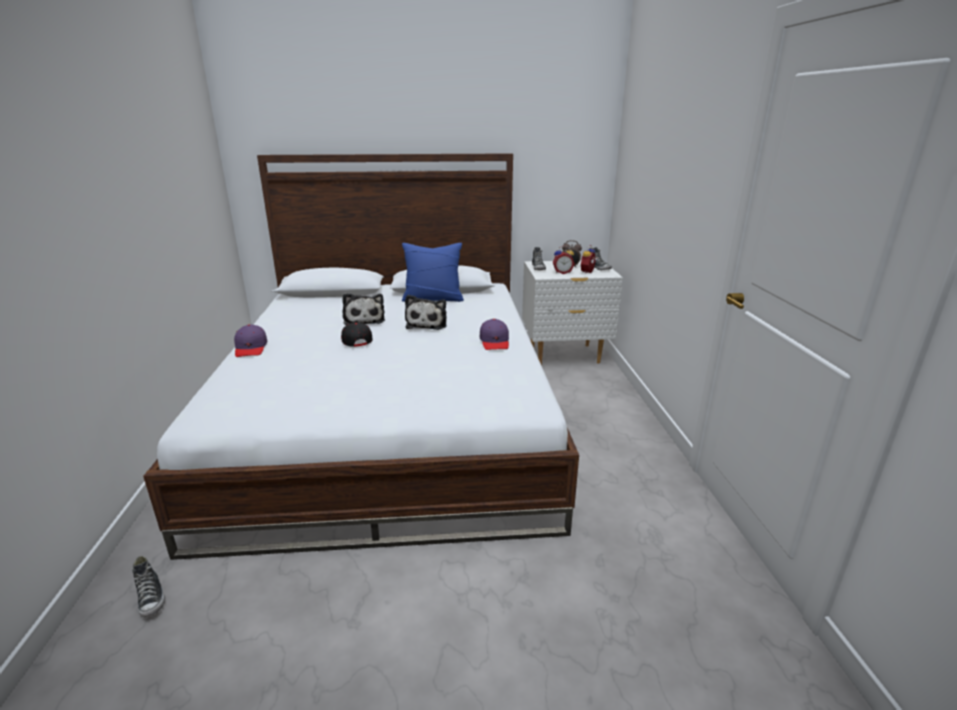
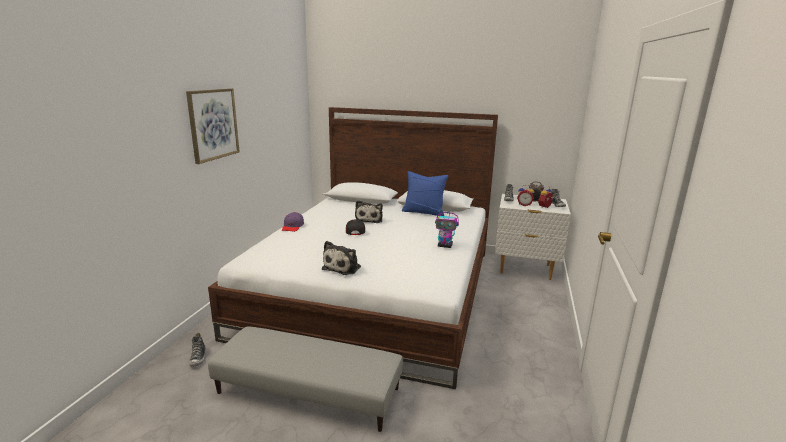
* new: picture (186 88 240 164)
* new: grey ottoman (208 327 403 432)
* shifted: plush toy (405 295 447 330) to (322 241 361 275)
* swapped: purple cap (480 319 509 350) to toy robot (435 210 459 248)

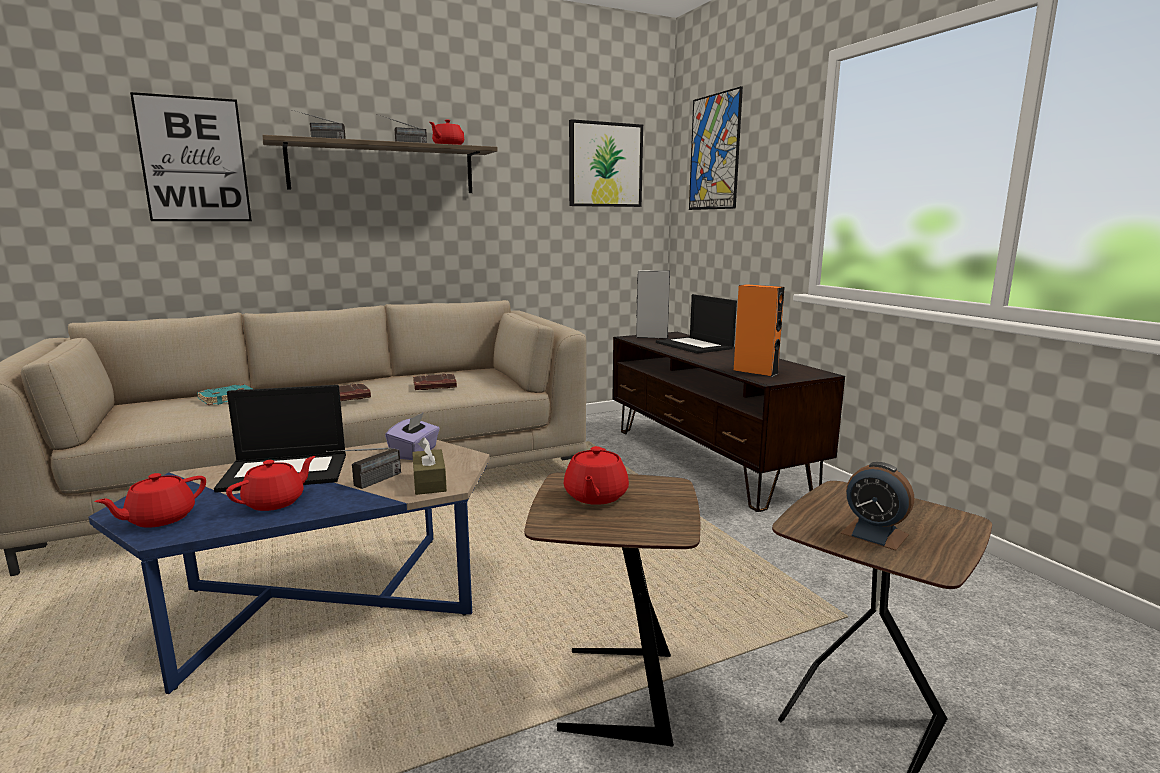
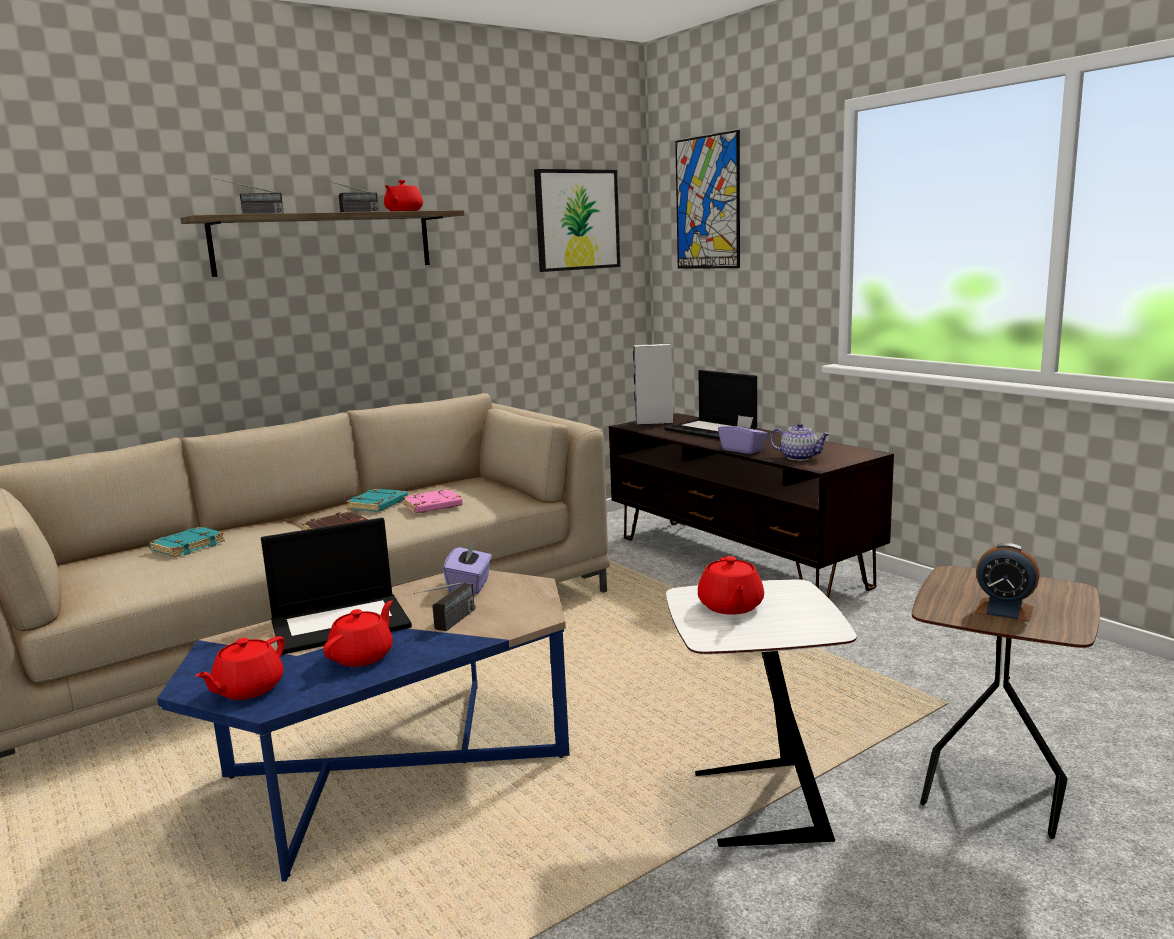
* gone: picture (130 92 252 221)
* gone: brown tissue box (412 437 447 495)
* new: turquoise book (346 488 408 512)
* new: purple tissue box (718 415 768 454)
* swapped: orange speaker (733 284 784 377) to teapot (770 423 830 461)
* repainted: brown book (413 373 457 390) to pink book (403 489 463 513)
* repainted: brown side table (524 473 700 747) to white side table (666 580 856 847)

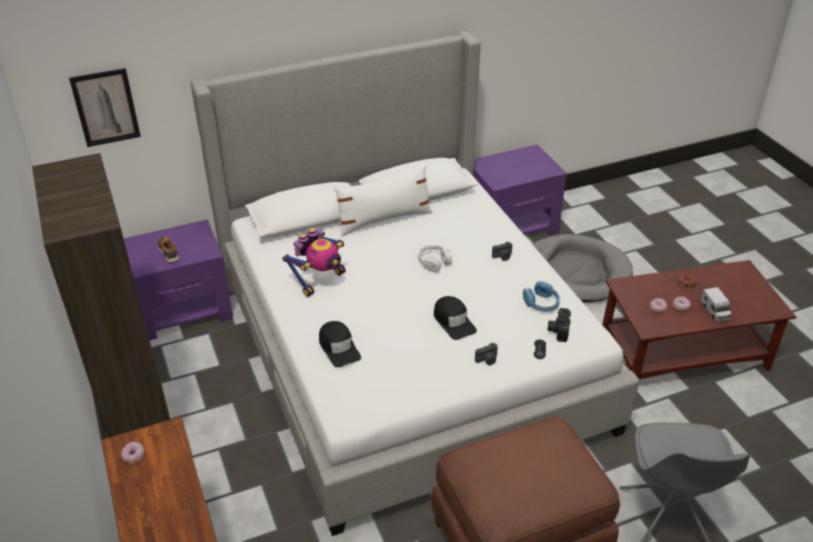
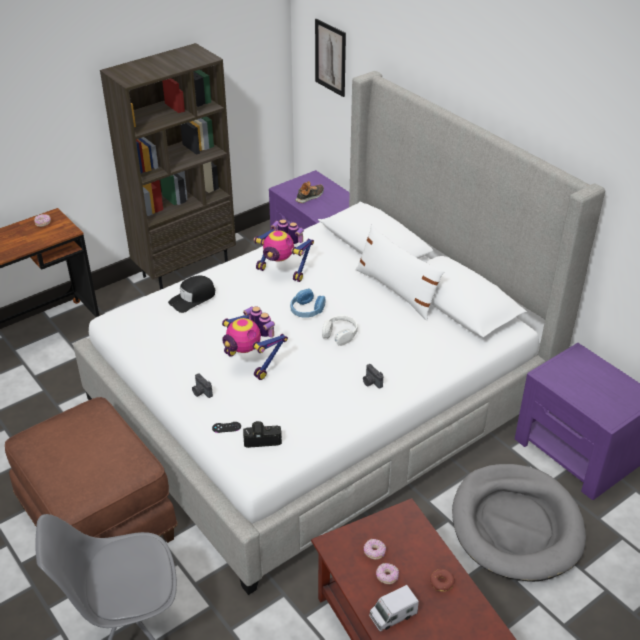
* shifted: blue headphones (523 281 560 312) to (290 289 326 318)
* swapped: black cap (434 296 477 340) to toy robot (222 306 288 380)

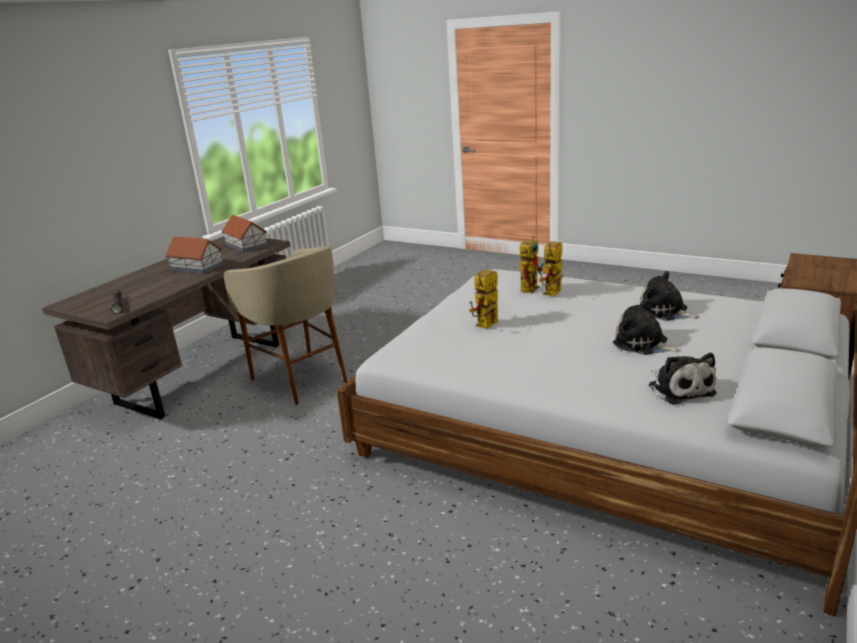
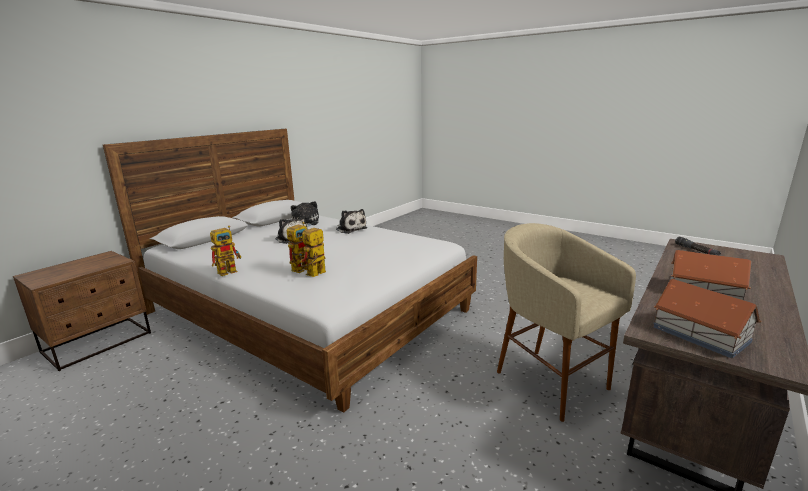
* shifted: toy robot (469 269 498 329) to (210 226 241 276)
* shifted: plush toy (639 271 700 321) to (336 209 367 234)

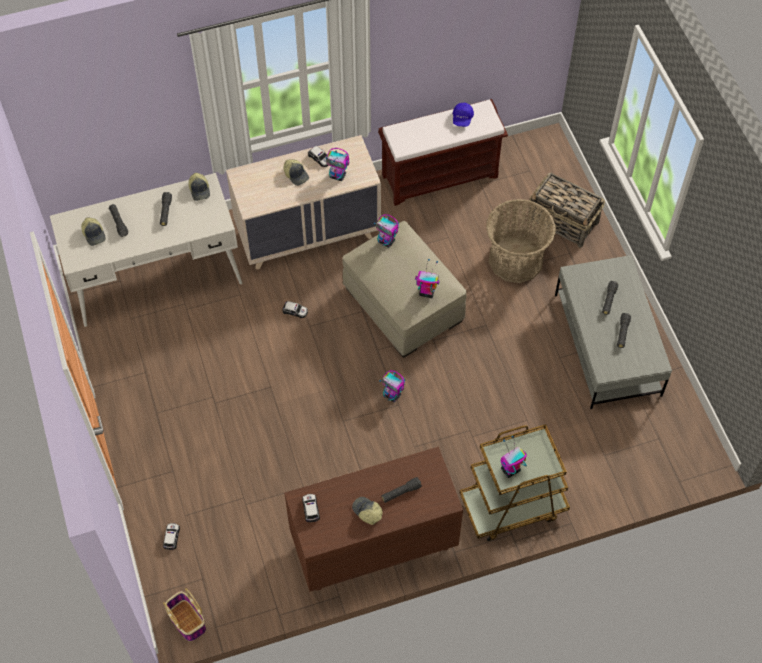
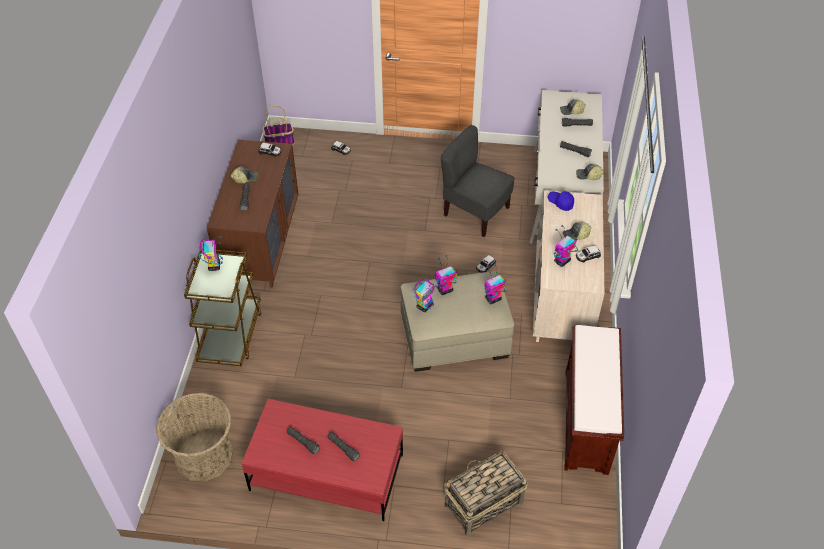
* new: grey chair (441 125 515 237)
* shifted: toy robot (379 370 405 402) to (435 255 457 295)
* shifted: blue cap (453 103 474 127) to (548 191 574 211)
* shifted: basket (486 199 556 283) to (156 393 233 481)
* repainted: grey coffee table (555 255 672 409) to red coffee table (241 399 403 521)

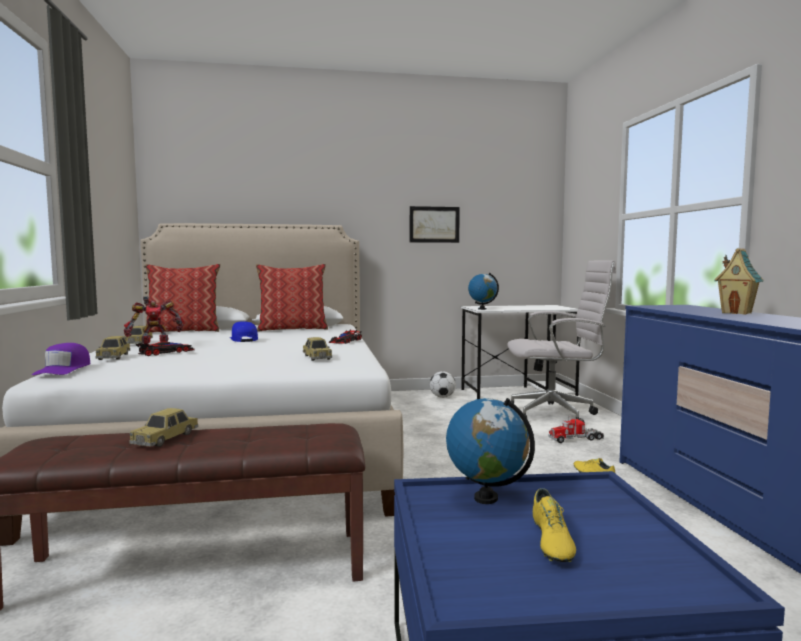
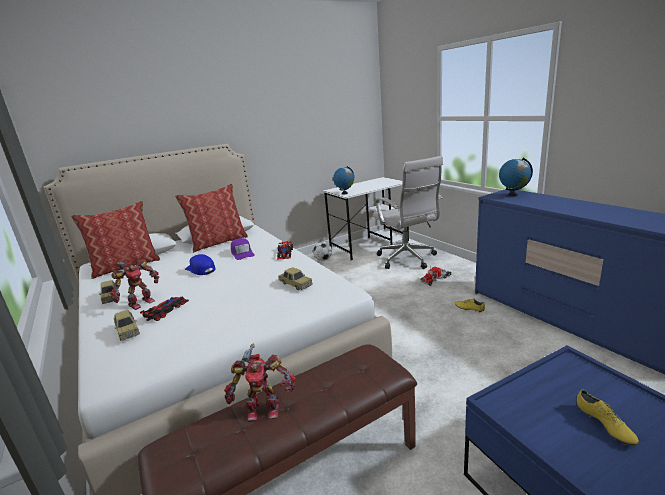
* gone: picture (410 206 460 243)
* gone: toy house (714 248 763 315)
* shifted: purple cap (32 343 90 375) to (231 238 255 260)
* shifted: globe (446 398 535 504) to (499 158 533 196)
* swapped: toy car (129 408 198 447) to toy robot (224 343 296 422)
* rotated: white office chair (507 261 616 423) = (373 156 443 269) 90 degrees clockwise

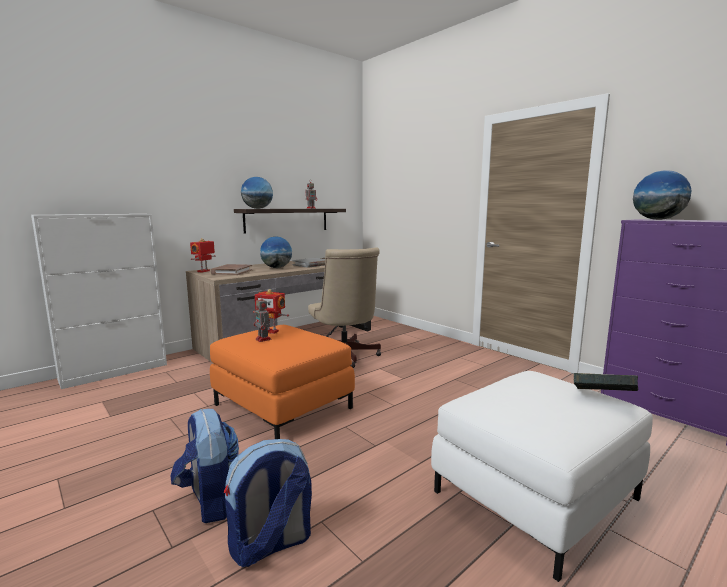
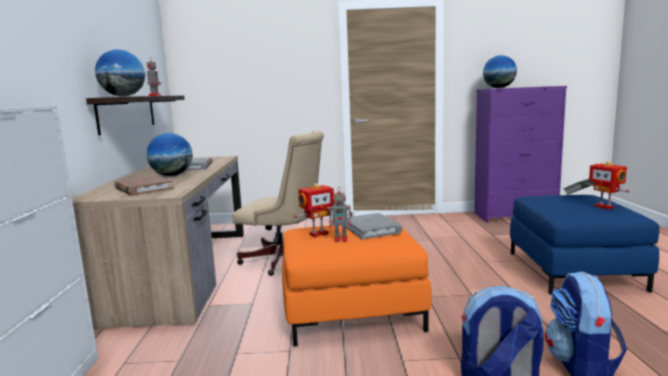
* new: grey book (346 213 402 239)
* shifted: toy robot (190 238 215 272) to (586 161 629 209)
* repainted: white ottoman (431 371 653 582) to blue ottoman (510 195 659 294)

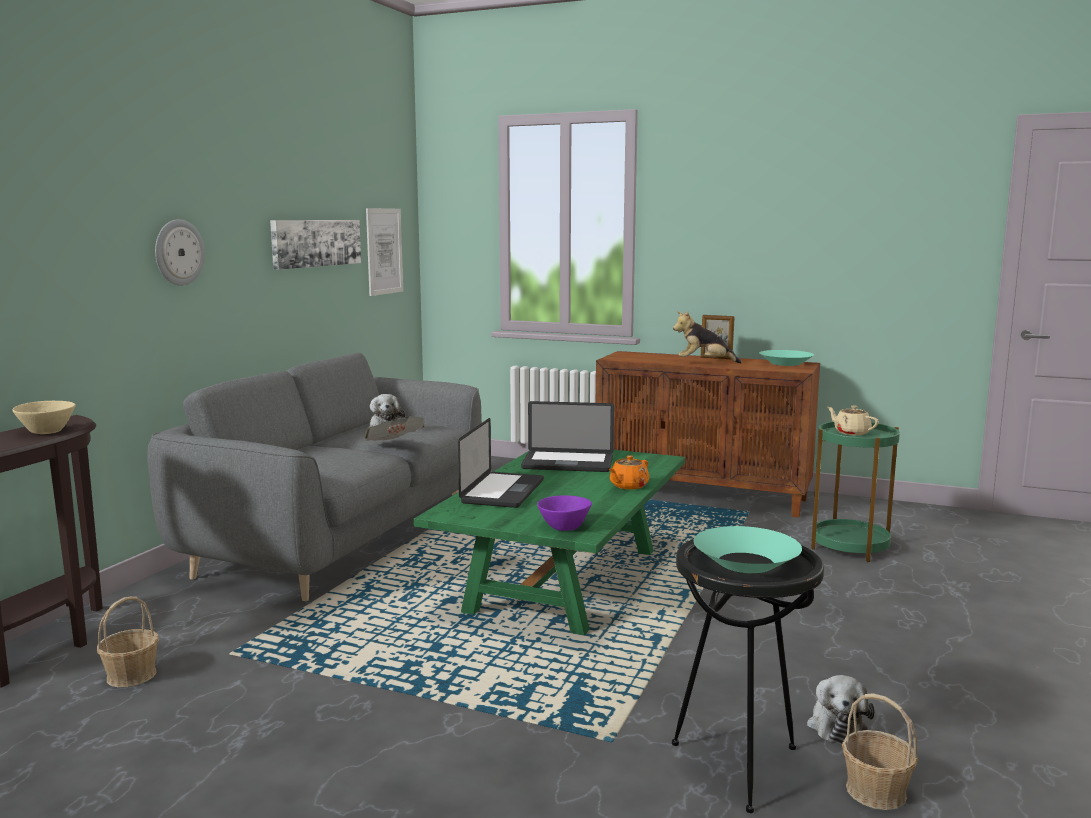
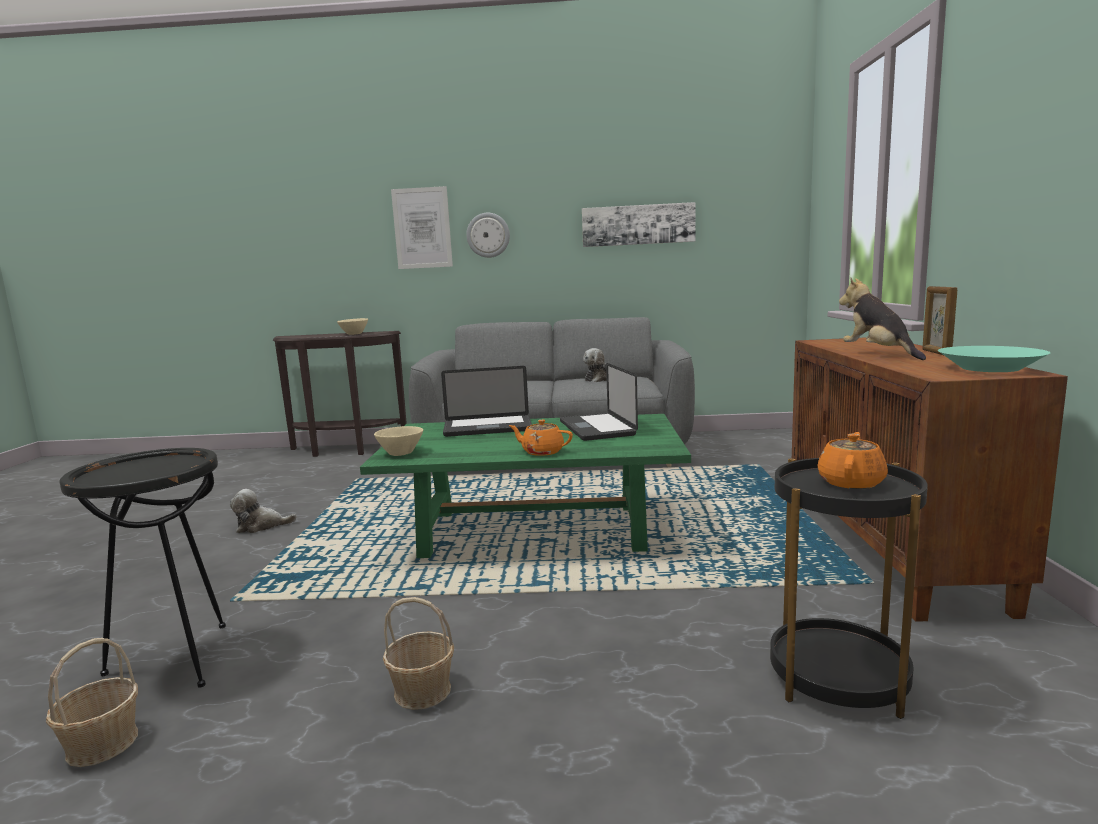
* gone: newspaper (364 416 425 441)
* gone: turquoise bowl (693 526 802 573)
* shifted: basket (97 596 159 687) to (383 597 454 710)
* shifted: picture (366 208 403 296) to (391 186 453 269)
* shifted: plush toy (807 675 875 744) to (230 489 297 533)
* repainted: purple bowl (537 495 592 531) to beige bowl (374 426 423 456)
* repainted: green side table (811 421 900 562) to black side table (770 458 928 719)
* repainted: beige teapot (827 405 879 435) to orange teapot (818 432 888 489)

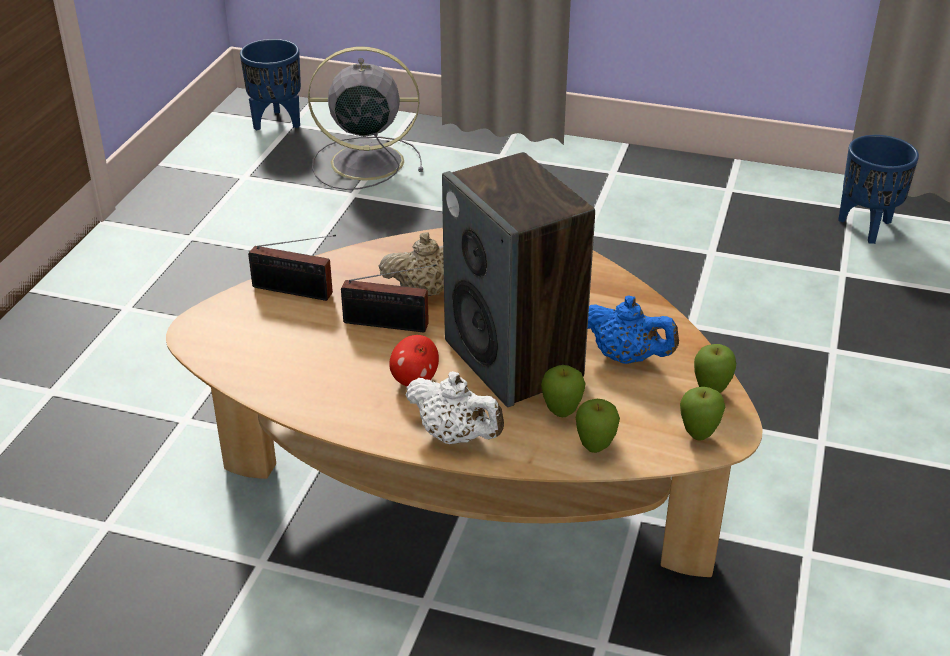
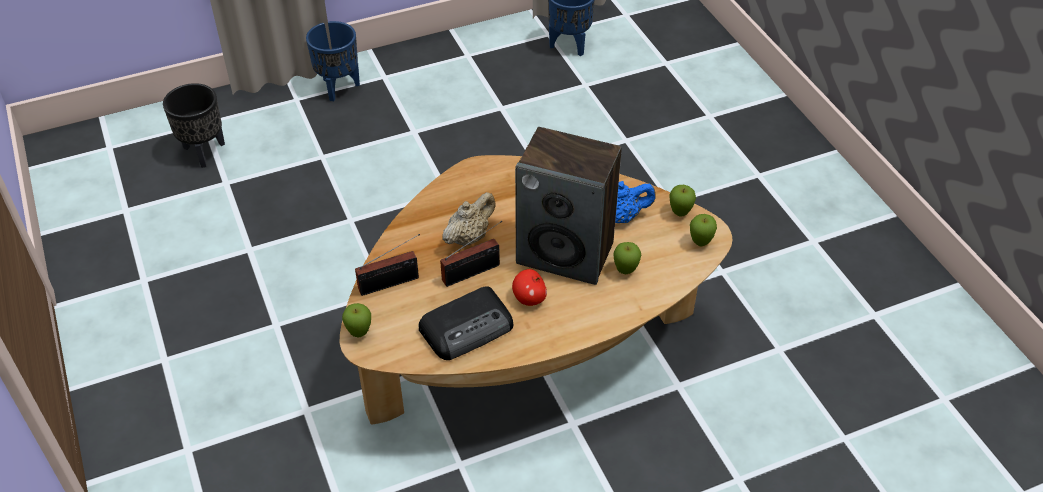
* gone: white teapot (405 371 504 444)
* new: radio (419 286 513 360)
* shifted: blue planter (240 39 301 131) to (306 21 360 101)
* shifted: apple (576 399 620 453) to (342 303 371 337)
* swapped: grey fan (308 47 423 190) to black planter (163 83 225 168)

